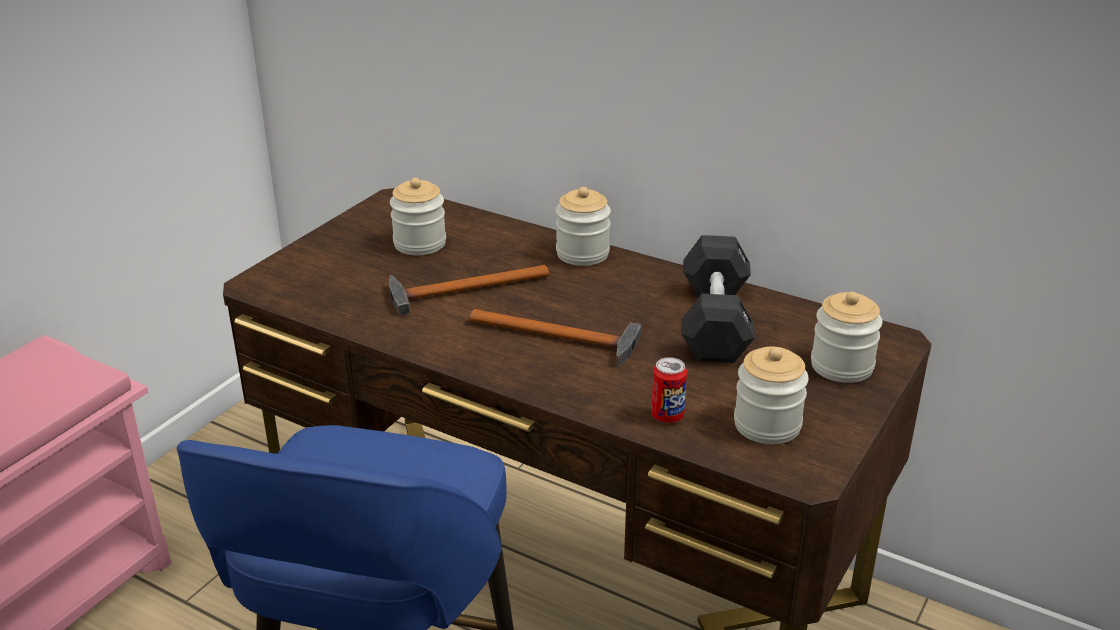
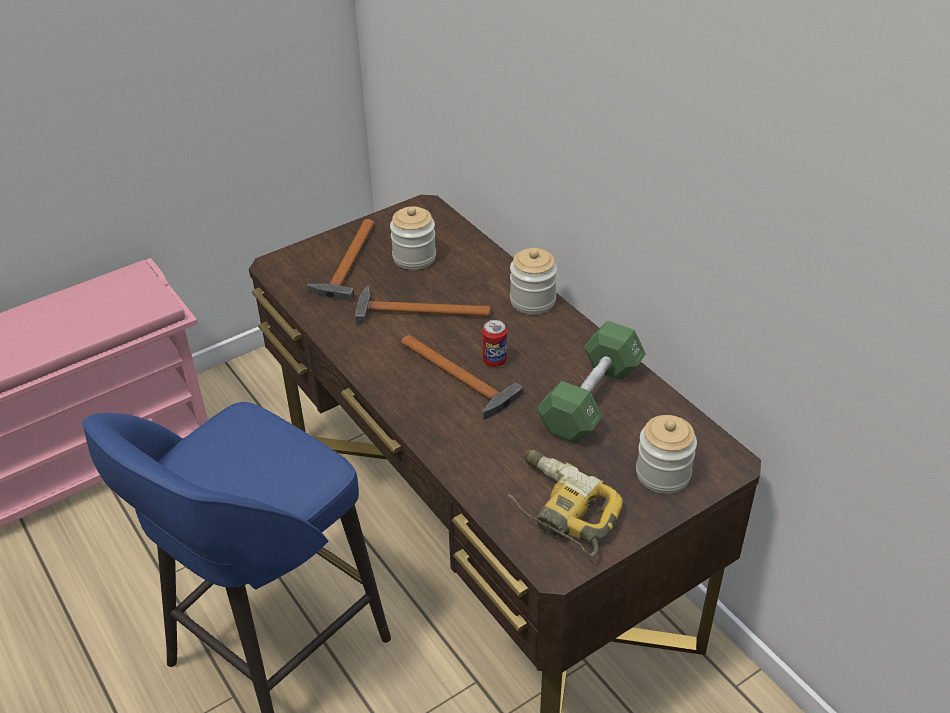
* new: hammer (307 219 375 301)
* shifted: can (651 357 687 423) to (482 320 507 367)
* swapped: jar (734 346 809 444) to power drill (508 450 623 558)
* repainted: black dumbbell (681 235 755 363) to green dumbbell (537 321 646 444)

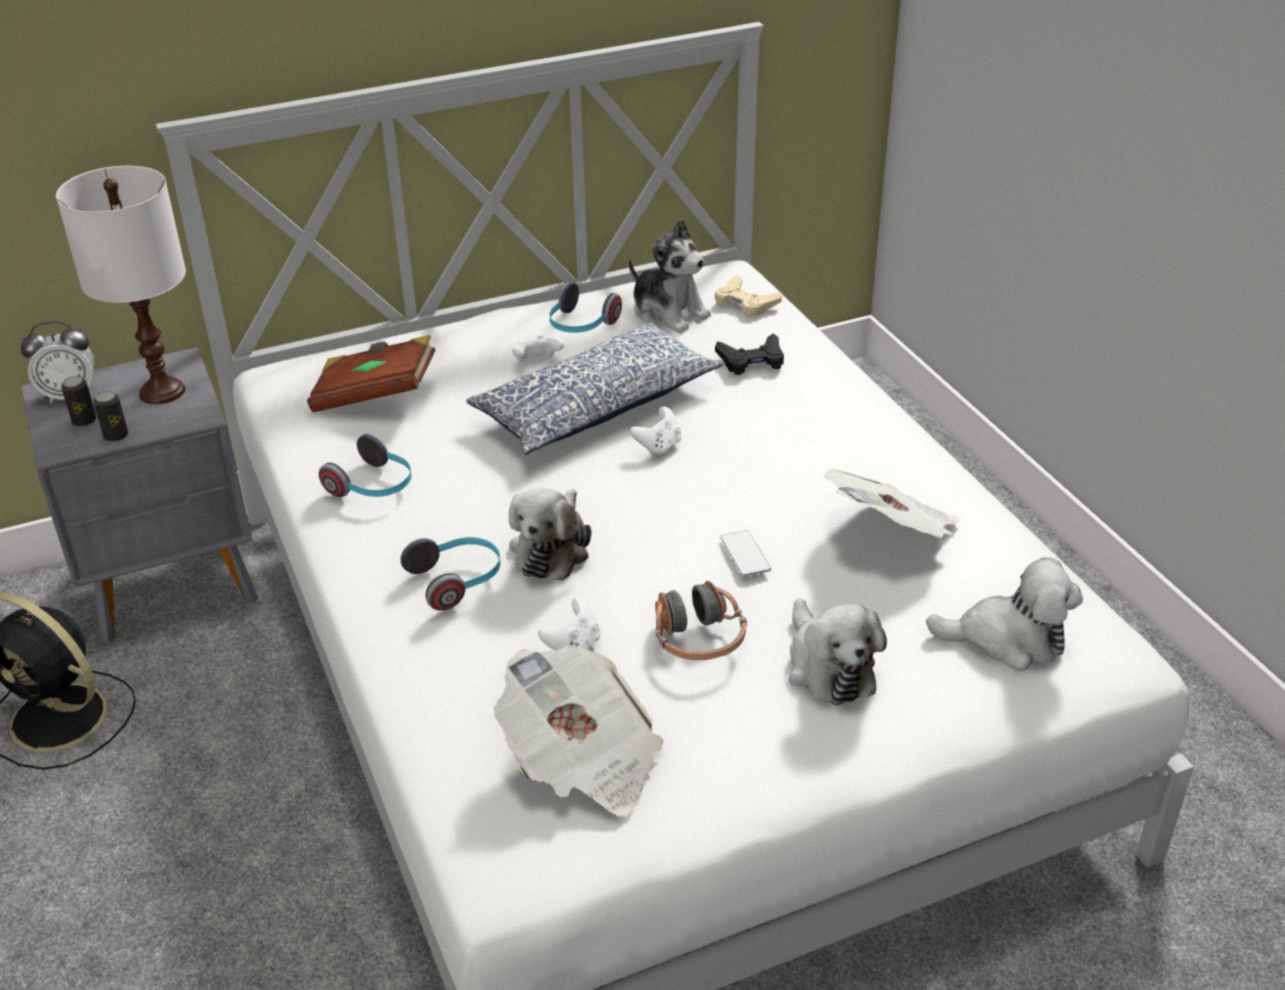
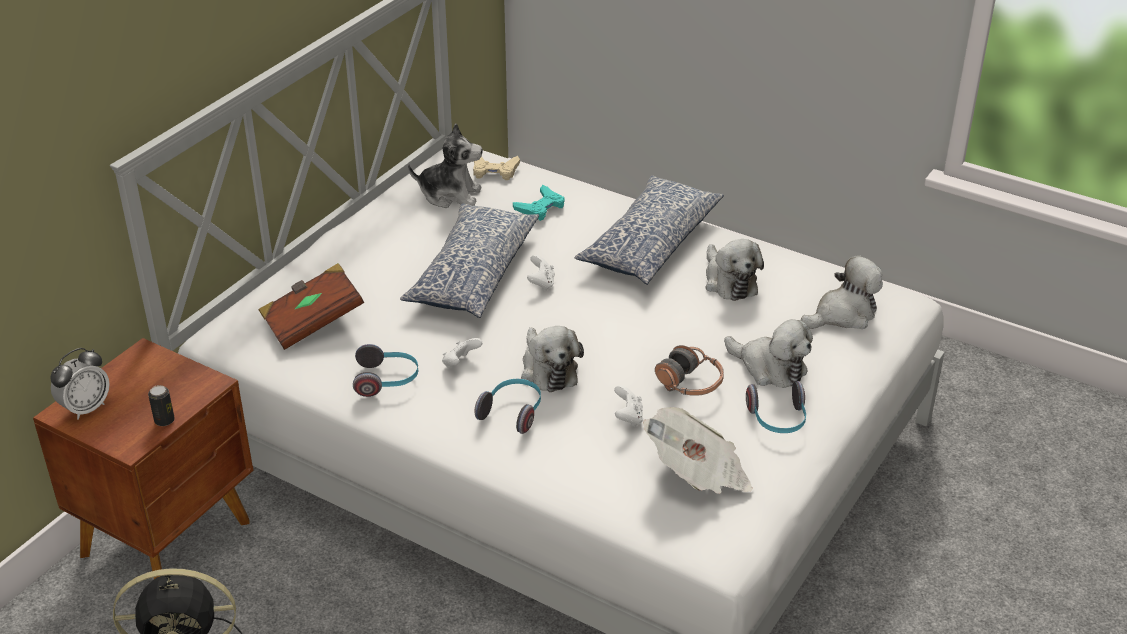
* gone: white table lamp (56 166 186 404)
* gone: can (61 376 96 427)
* gone: phone (720 530 771 576)
* new: pillow (575 175 724 285)
* shifted: white game controller (513 336 564 362) to (442 338 482 368)
* shifted: headphones (549 282 622 333) to (746 381 806 433)
* swapped: newspaper (824 469 960 539) to plush toy (706 239 764 301)
* repainted: grey nightstand (21 347 258 644) to brown nightstand (33 338 253 579)
* repainted: black game controller (715 333 784 375) to turquoise game controller (513 185 565 221)

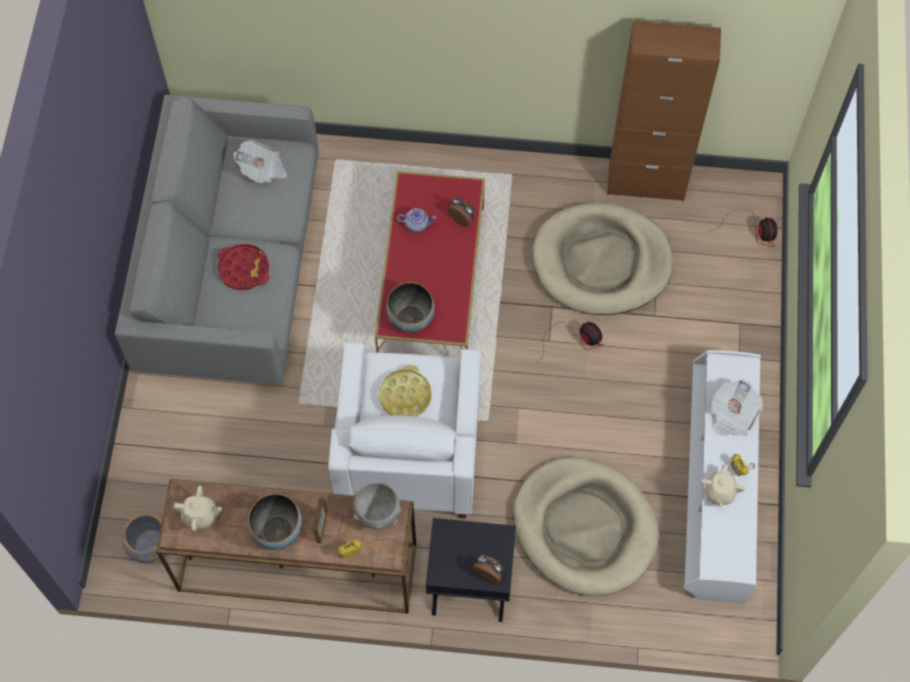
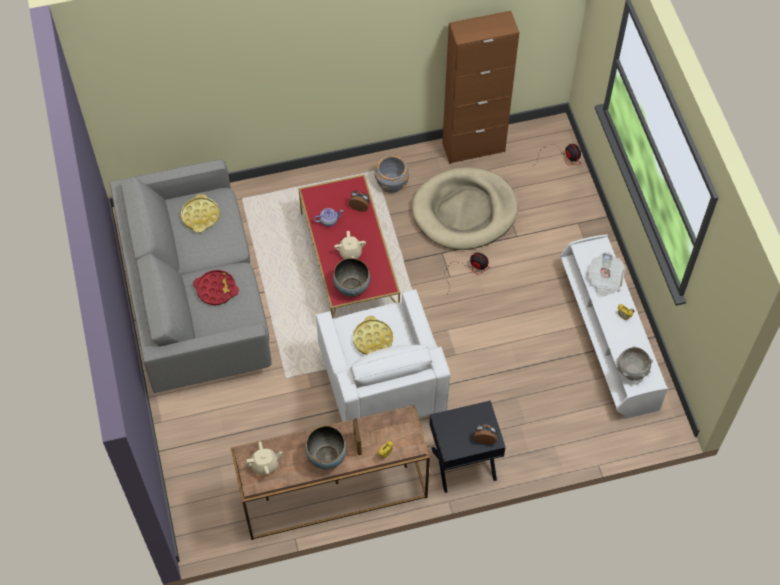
* gone: beige dog bed (513 457 659 596)
* shifted: grey planter (121 513 167 563) to (375 155 409 193)
* shifted: grey bowl (353 482 402 531) to (616 346 653 382)
* shifted: beige teapot (700 464 745 507) to (334 231 366 259)
* swapped: newspaper (233 140 287 184) to yellow tray (181 194 219 233)

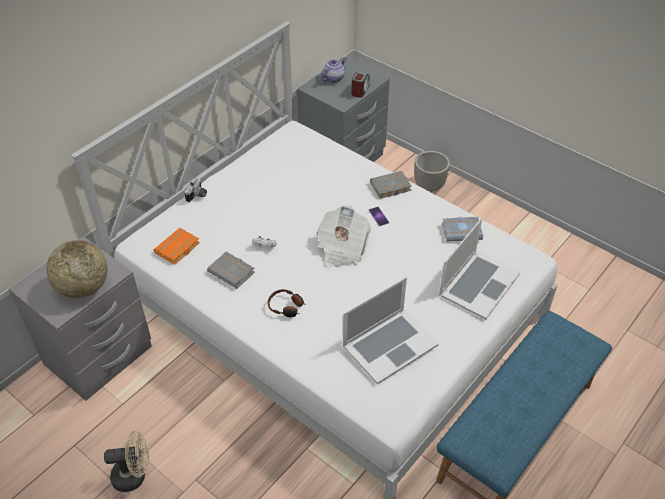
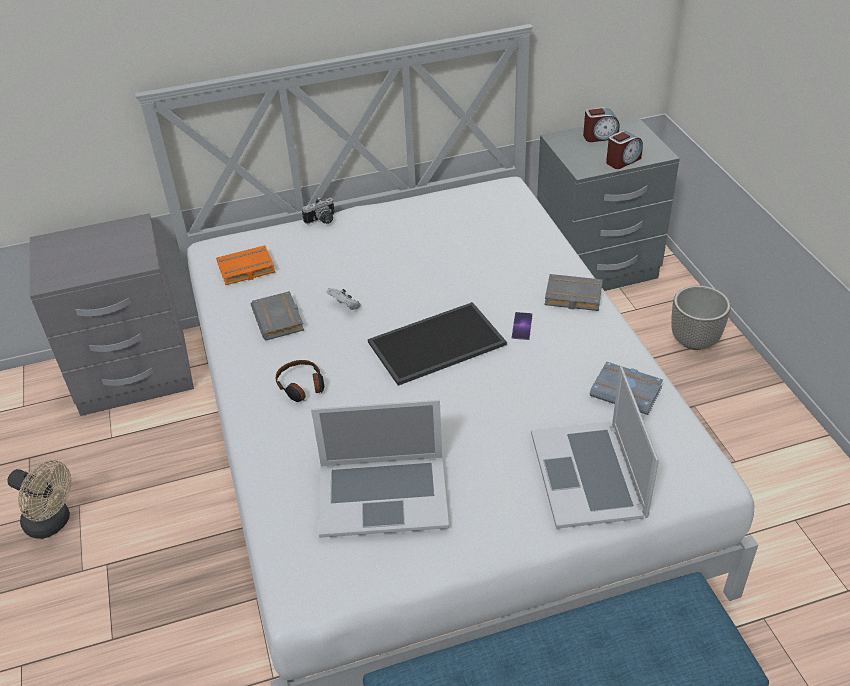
* gone: globe (46 240 107 298)
* swapped: newspaper (317 205 371 267) to tray (368 302 507 386)
* swapped: teapot (320 58 347 83) to alarm clock (583 107 619 142)
* rotated: laptop (439 218 520 320) = (531 366 659 529) 105 degrees clockwise

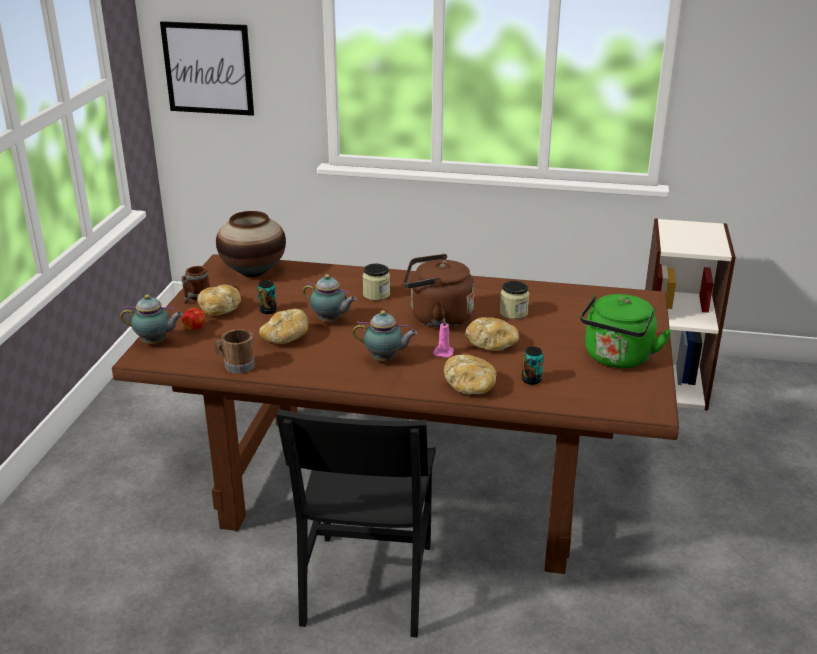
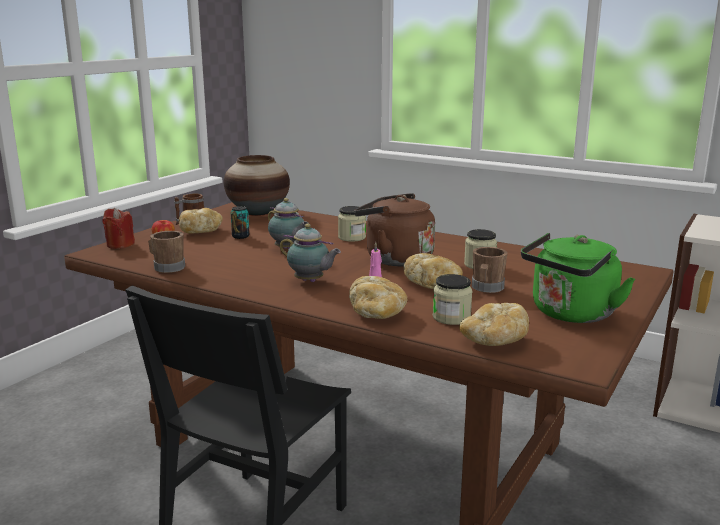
* gone: picture (160 21 254 116)
* new: brown mug (472 247 508 293)
* shifted: bread (259 309 308 344) to (459 303 529 346)
* swapped: teapot (120 294 183 343) to red candle (102 208 135 249)
* swapped: can (522 347 544 385) to jar (433 274 472 325)

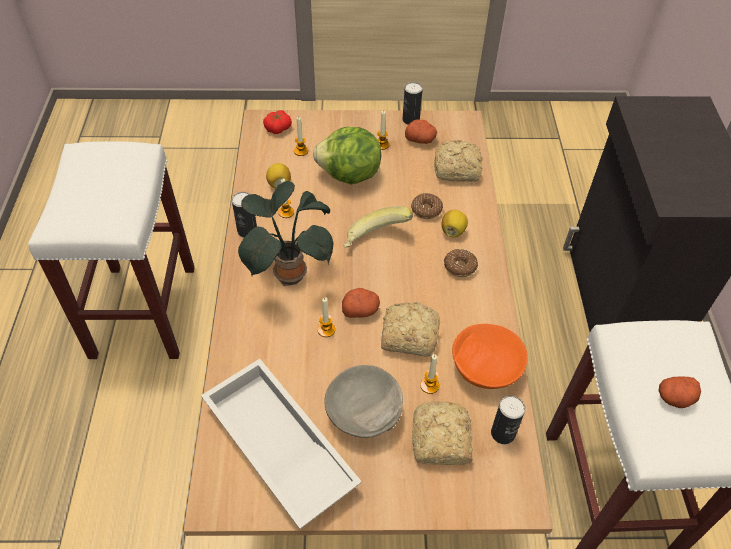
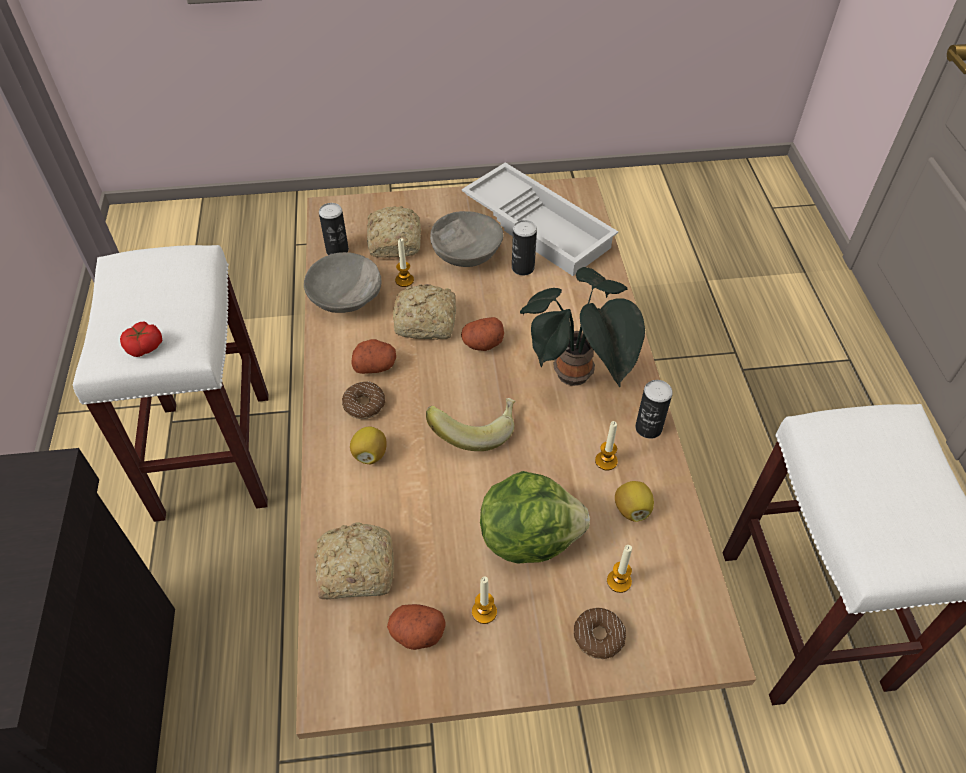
* gone: candle (317 297 335 337)
* shifted: tomato (263 110 292 134) to (120 321 162 357)
* shifted: can (403 82 423 125) to (512 220 537 275)
* shifted: donut (411 193 443 219) to (574 608 626 659)
* shifted: potato (659 377 701 408) to (351 339 396 374)
* repainted: orange bowl (452 324 528 389) to grey bowl (304 252 381 313)

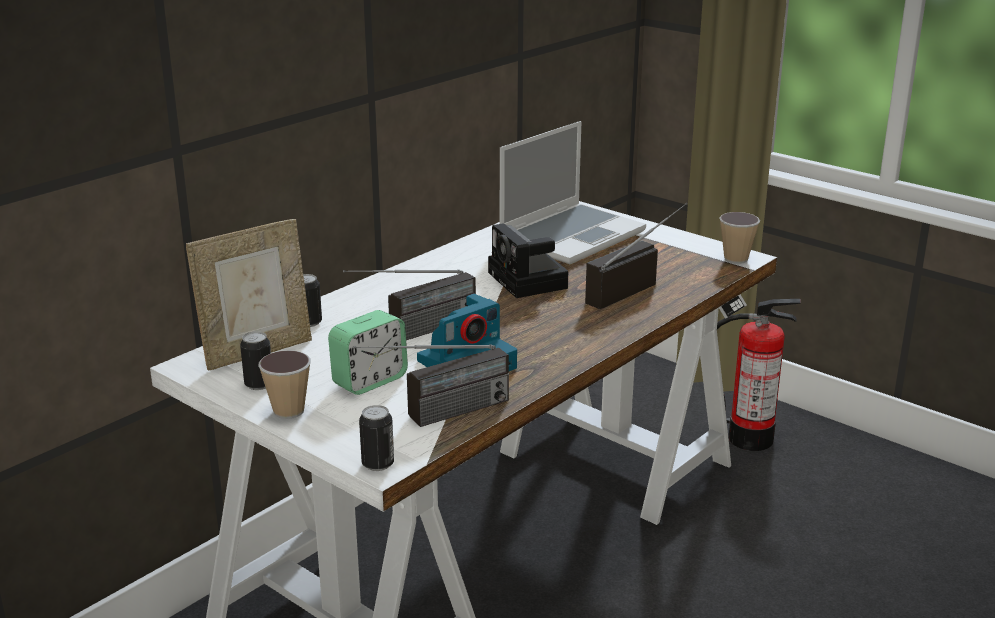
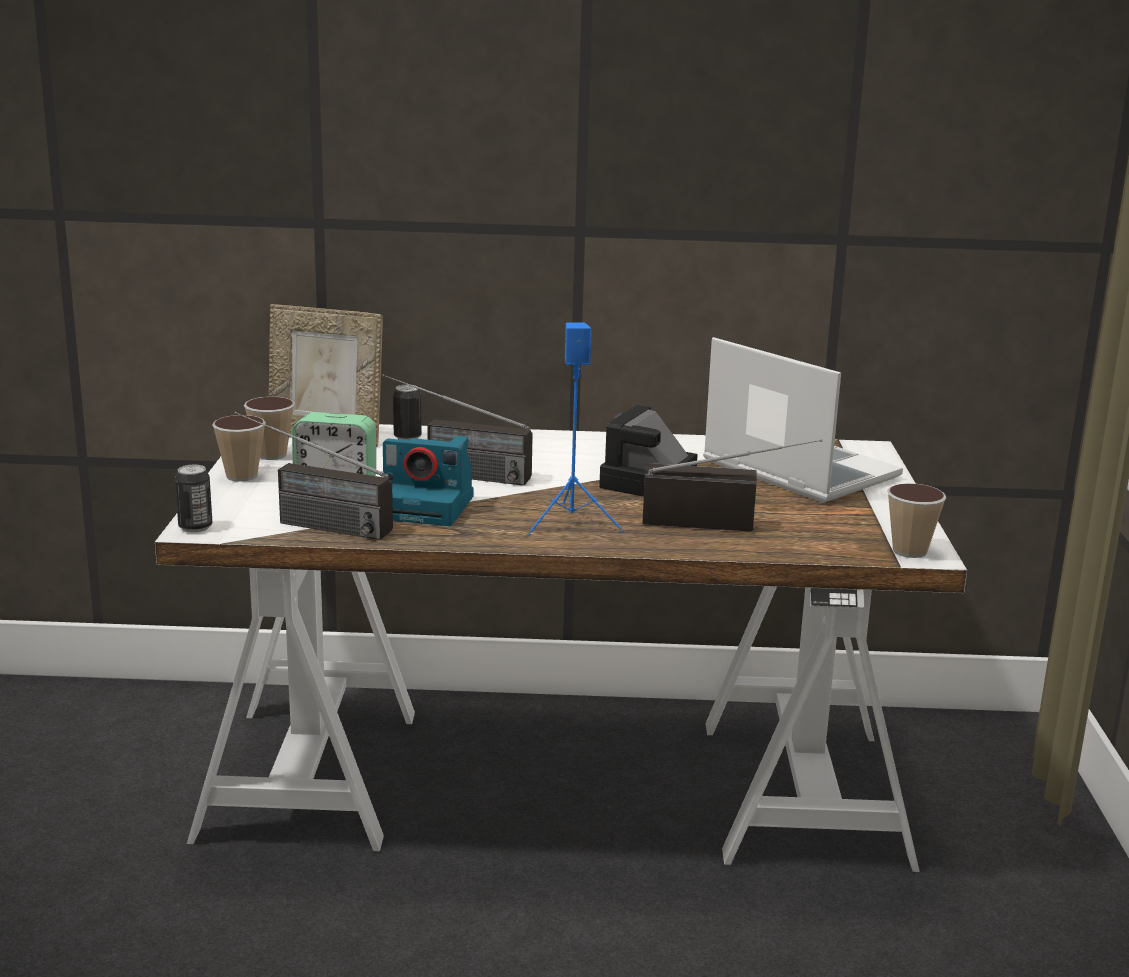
* gone: fire extinguisher (717 299 801 451)
* new: blue speaker (527 322 624 535)
* swapped: can (240 331 271 390) to cup (244 397 295 460)
* rotated: laptop (500 121 646 264) = (703 337 903 503) 135 degrees counterclockwise

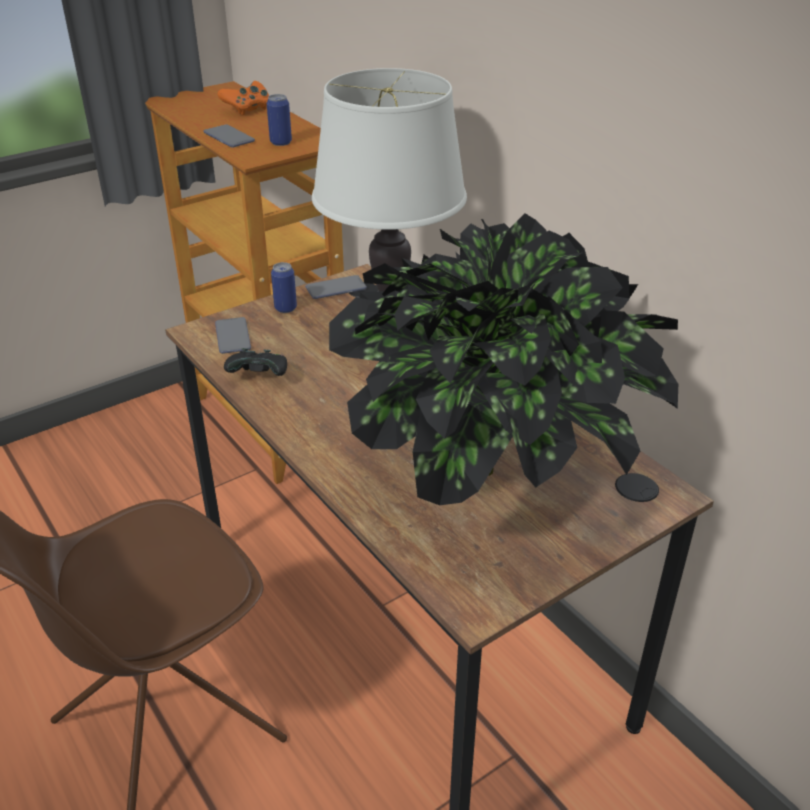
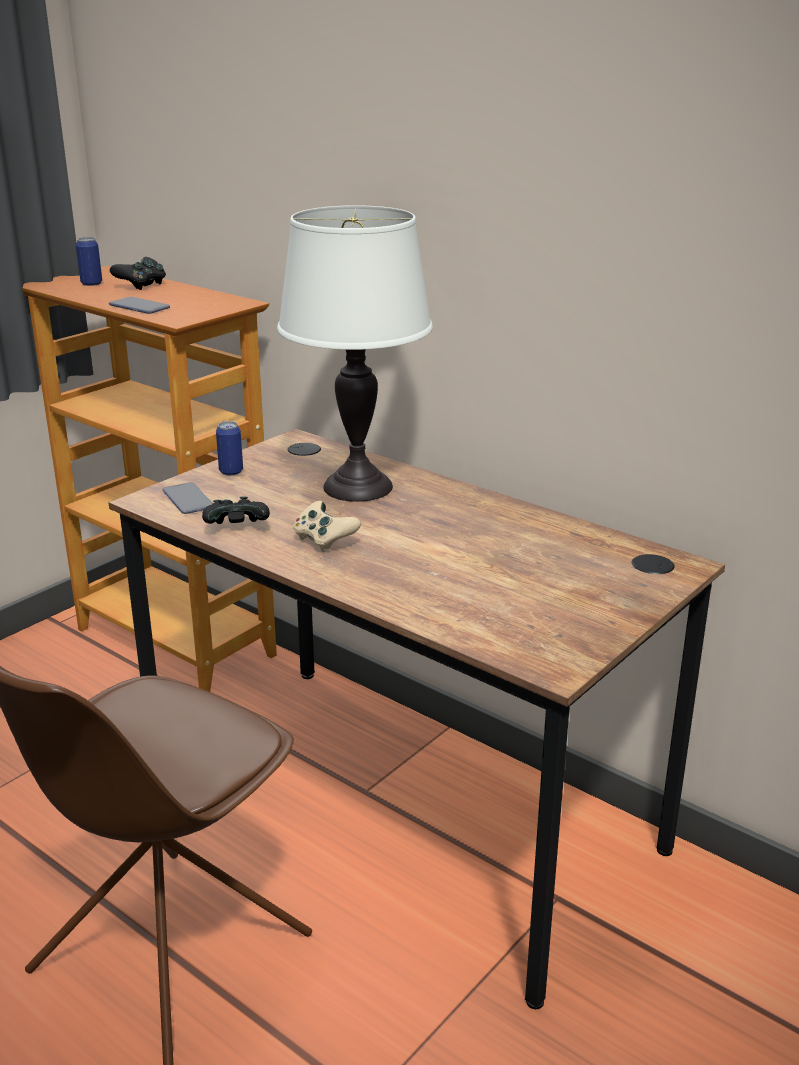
* gone: phone (305 275 367 299)
* gone: potted plant (329 213 678 505)
* new: beige game controller (293 501 361 552)
* shifted: can (267 94 292 146) to (76 237 102 286)
* repainted: orange game controller (218 81 269 116) to black game controller (110 257 166 290)

